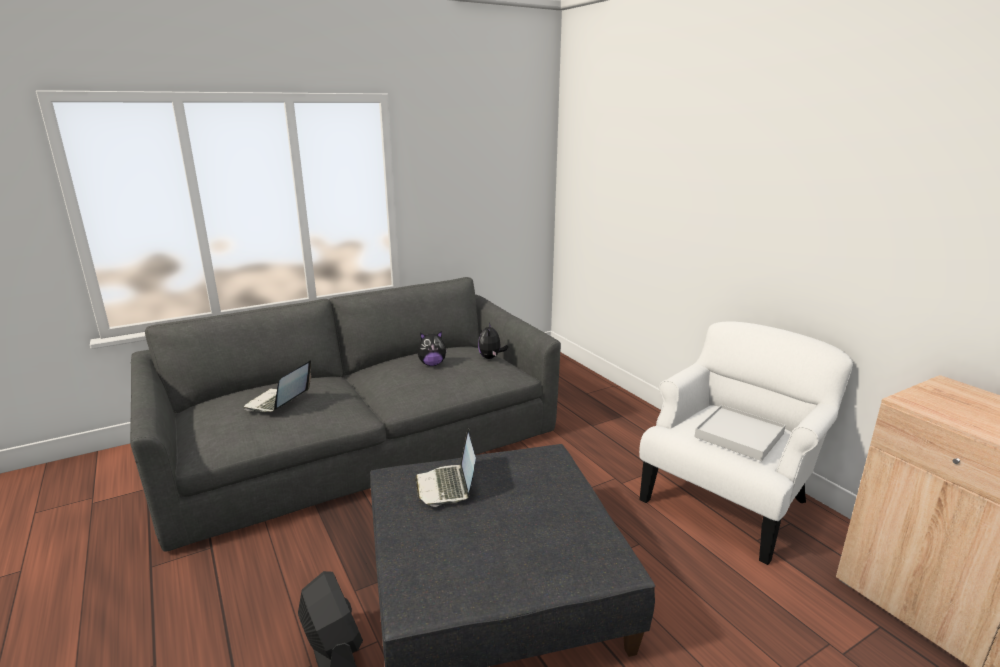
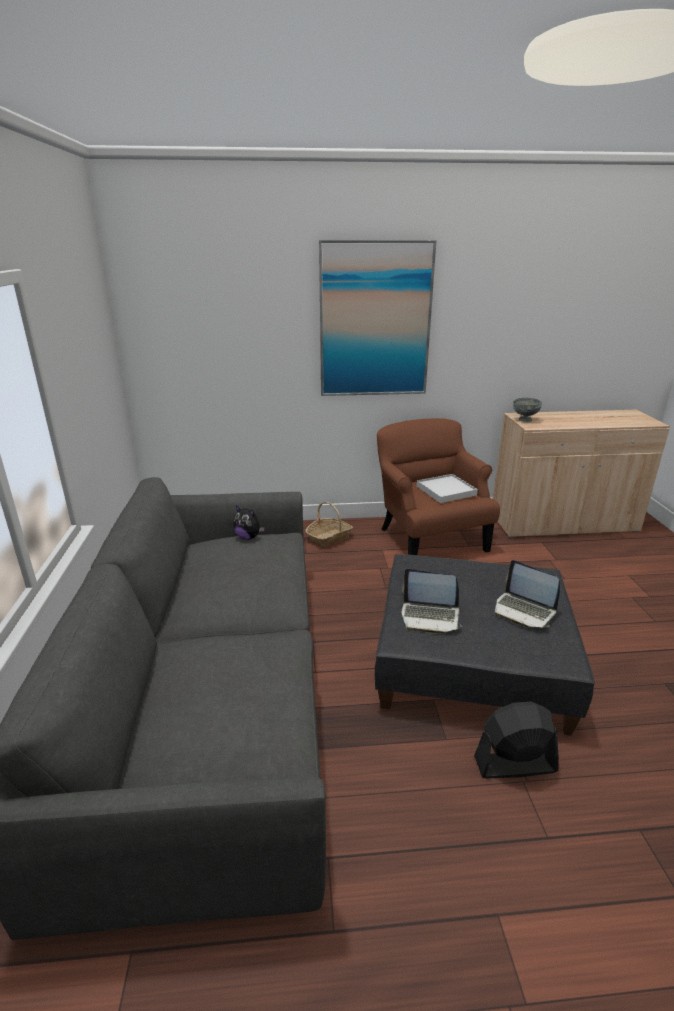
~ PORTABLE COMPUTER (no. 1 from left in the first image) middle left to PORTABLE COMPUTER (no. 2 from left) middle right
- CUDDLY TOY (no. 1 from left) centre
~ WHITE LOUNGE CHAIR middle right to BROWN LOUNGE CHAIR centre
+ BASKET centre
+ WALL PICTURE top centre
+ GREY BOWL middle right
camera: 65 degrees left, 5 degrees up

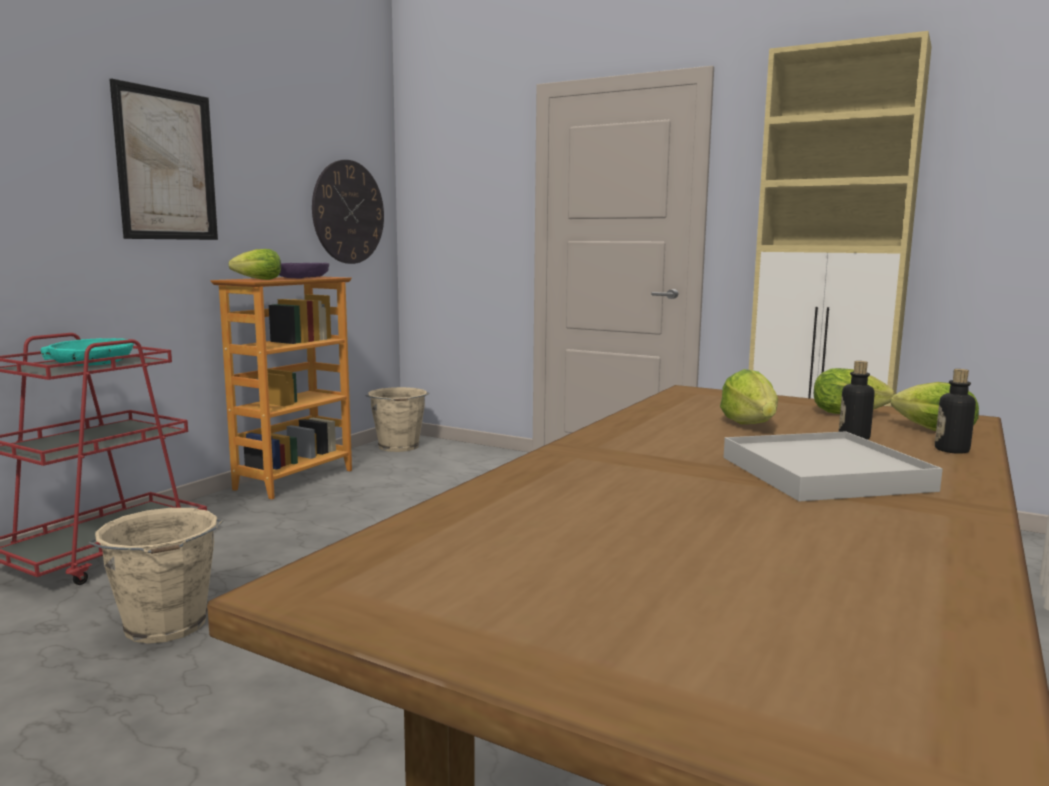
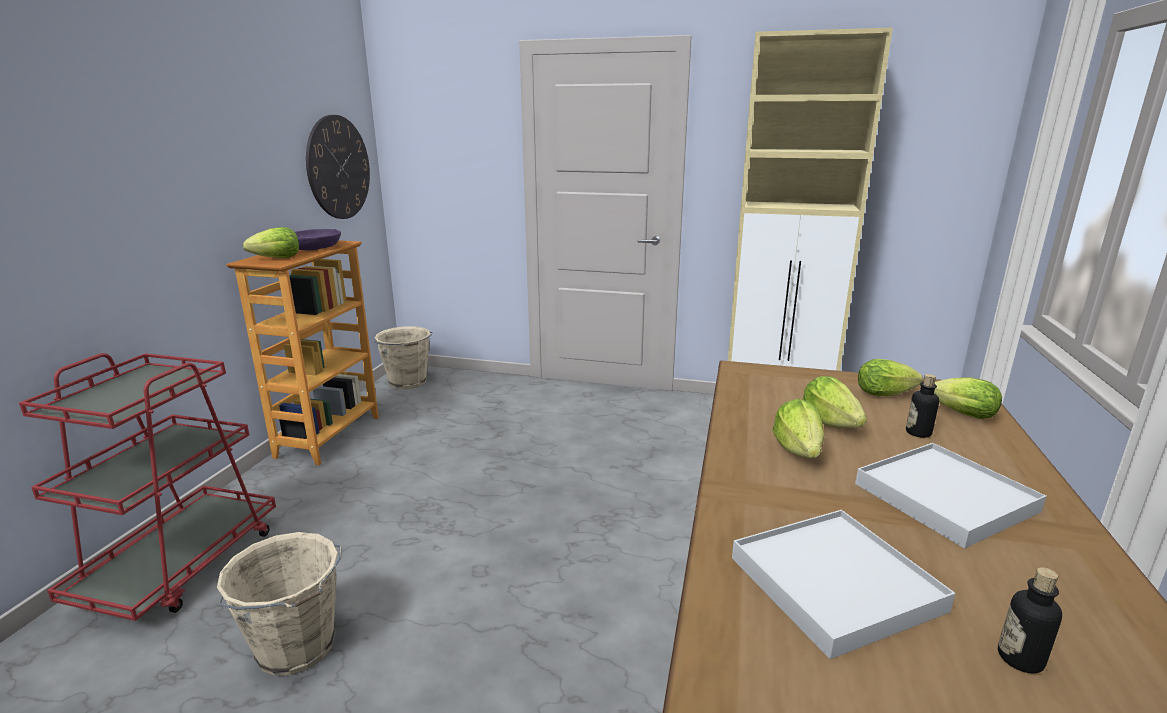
- TURQUOISE-COLOURED BOWL middle left
- WALL PICTURE top left
~ BOTTLE (no. 2 from left) middle right to bottom right
+ WHITE TRAY (no. 1 from left) bottom right
+ LETTUCE (no. 2 from left) middle right
camera: 15 degrees left, 10 degrees up

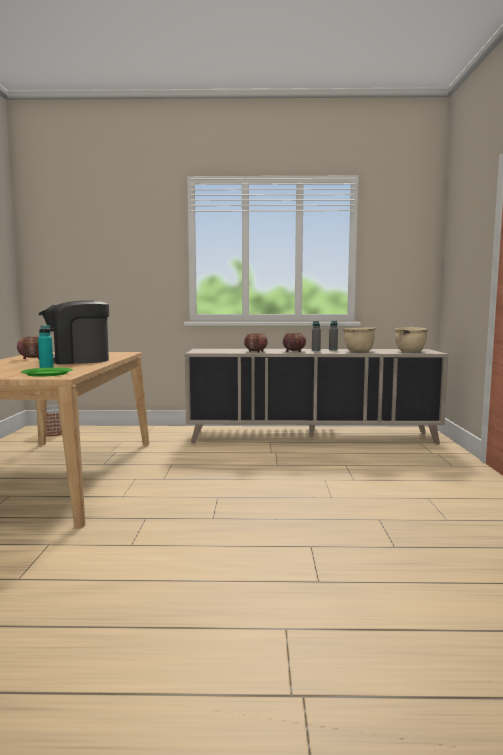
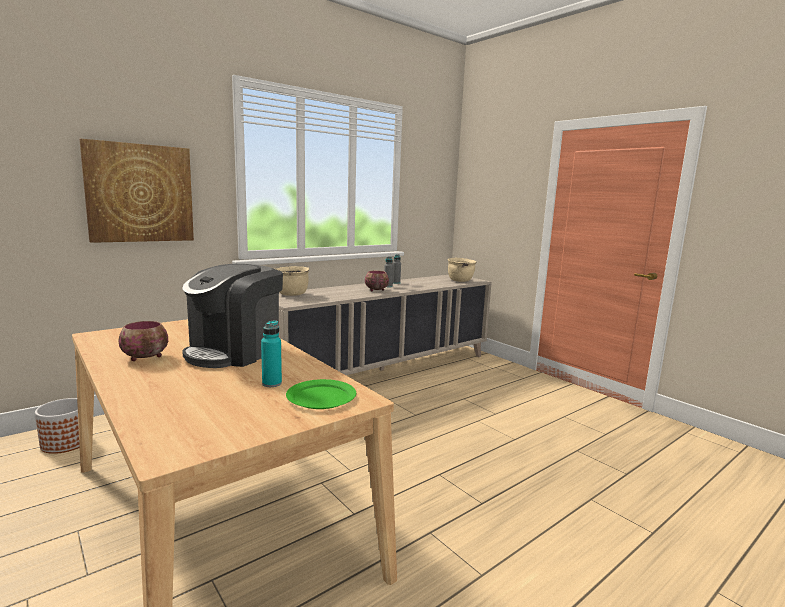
- BOWL (no. 2 from left) centre
~ BEIGE-COLOURED COOKING POT (no. 1 from left) middle right to centre
+ WALL PICTURE top left
camera: 40 degrees left, 5 degrees up

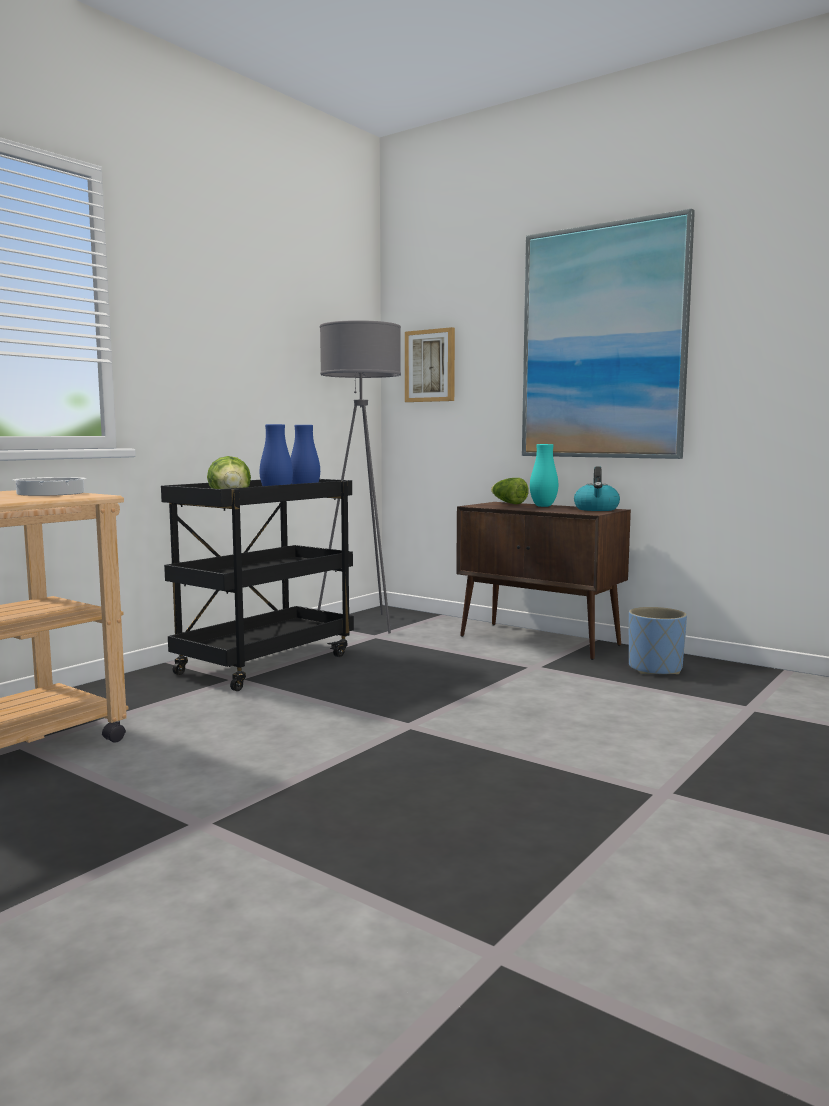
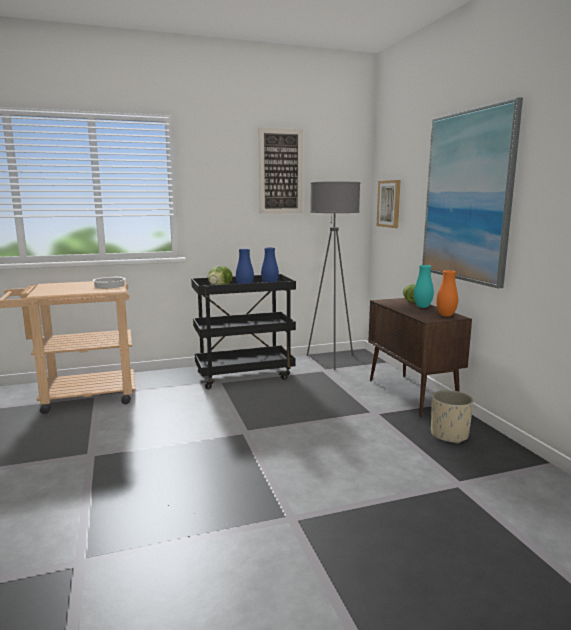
~ TEA KETTLE middle right to ORANGE DECORATIVE VASE middle right
~ BLUE FLOWER POT middle right to BEIGE-COLOURED FLOWER POT middle right
+ WALL PICTURE (no. 1 from left) top centre
camera: 35 degrees right, 5 degrees up

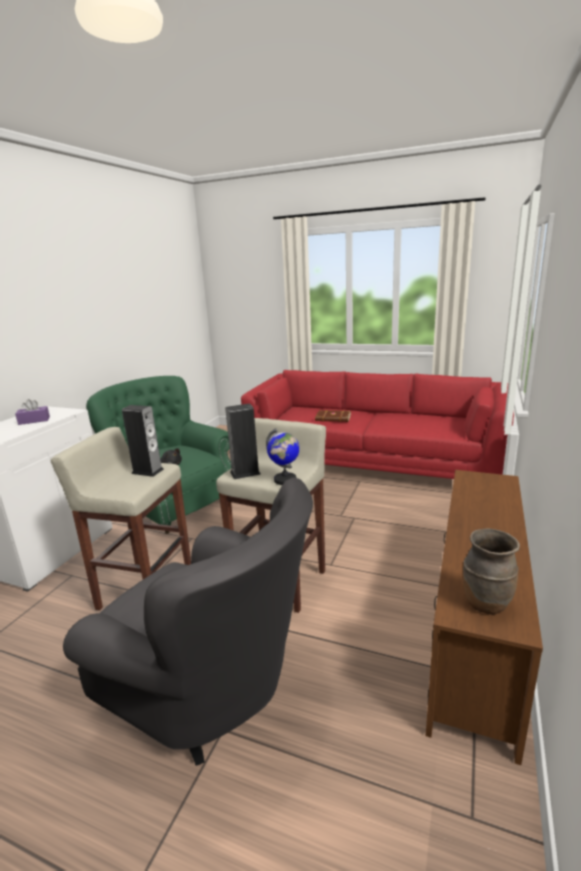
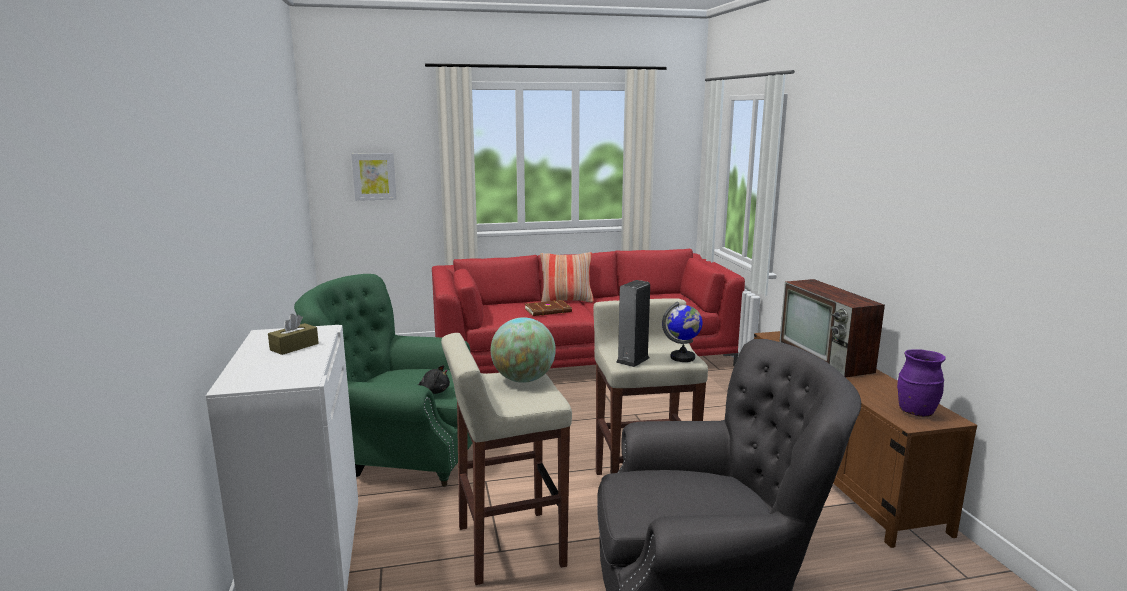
~ PURPLE TISSUE HOLDER middle left to BROWN TISSUE HOLDER middle left
~ LOUDSPEAKER (no. 1 from left) middle left to WORLD GLOBE (no. 1 from left) centre
~ BROWN DECORATIVE VASE middle right to PURPLE DECORATIVE VASE middle right
+ WALL PICTURE top left
+ PILLOW centre
+ TV SET middle right
camera: 35 degrees left, 5 degrees down

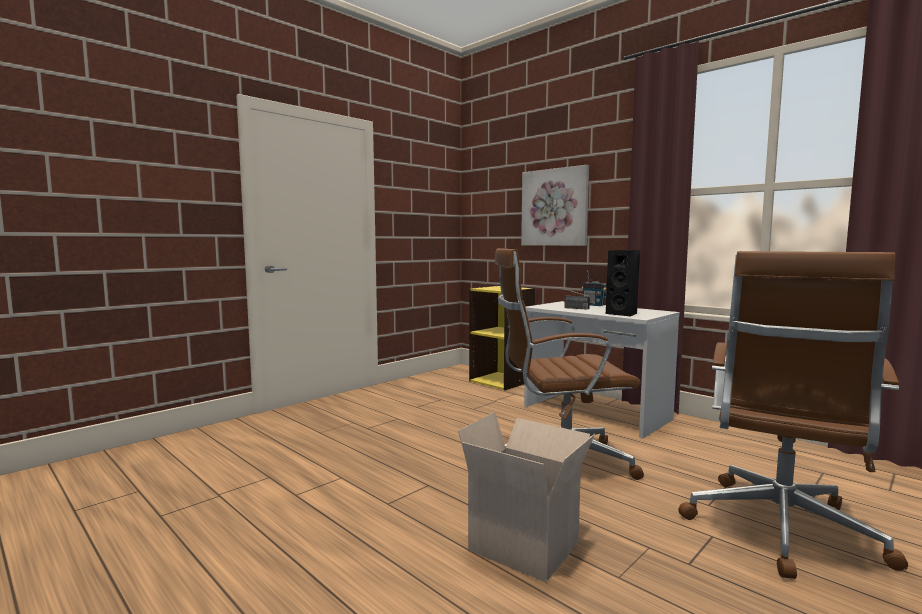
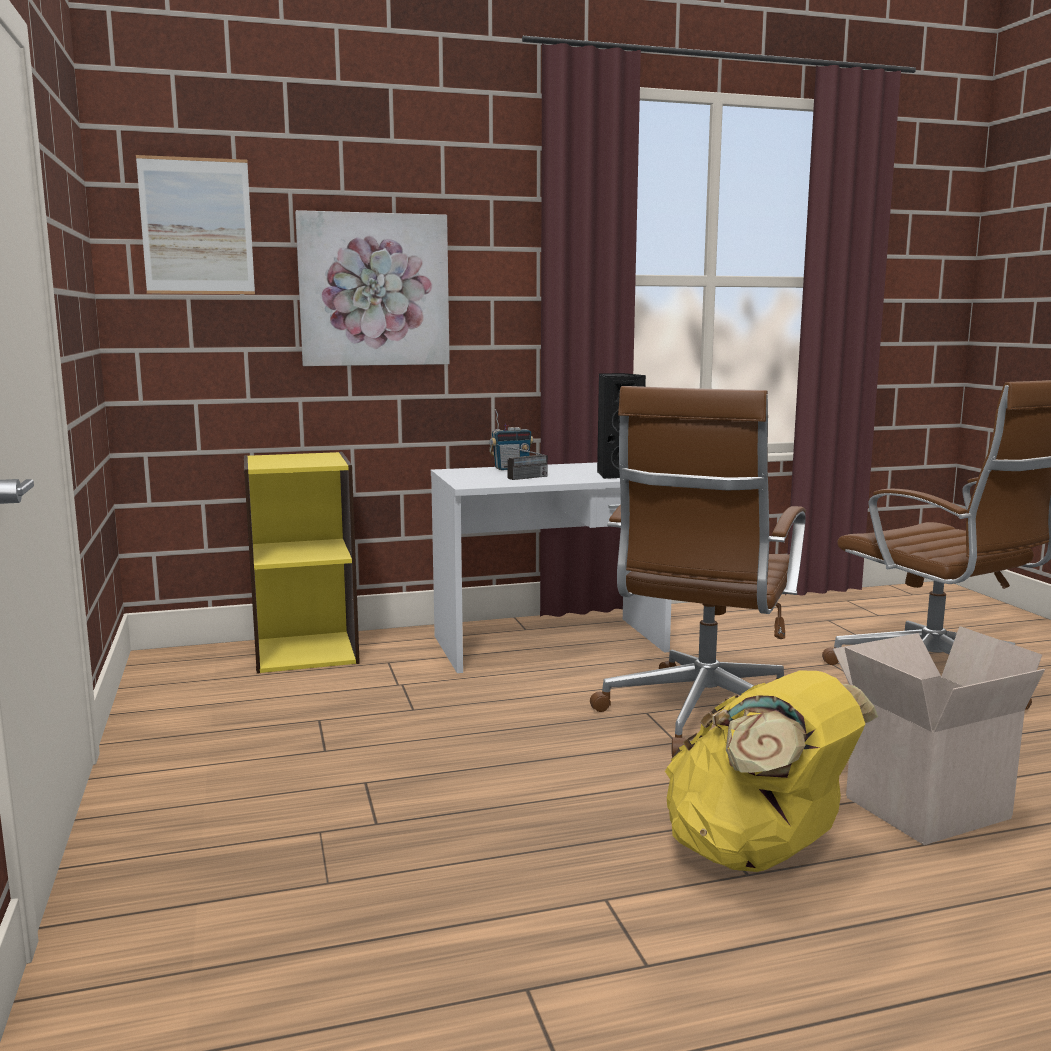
+ WALL PICTURE (no. 1 from left) top left
+ YELLOW RUCKSACK bottom right
camera: 60 degrees left, 5 degrees up

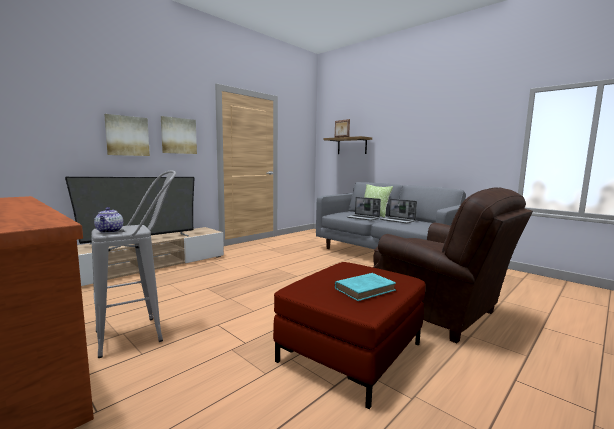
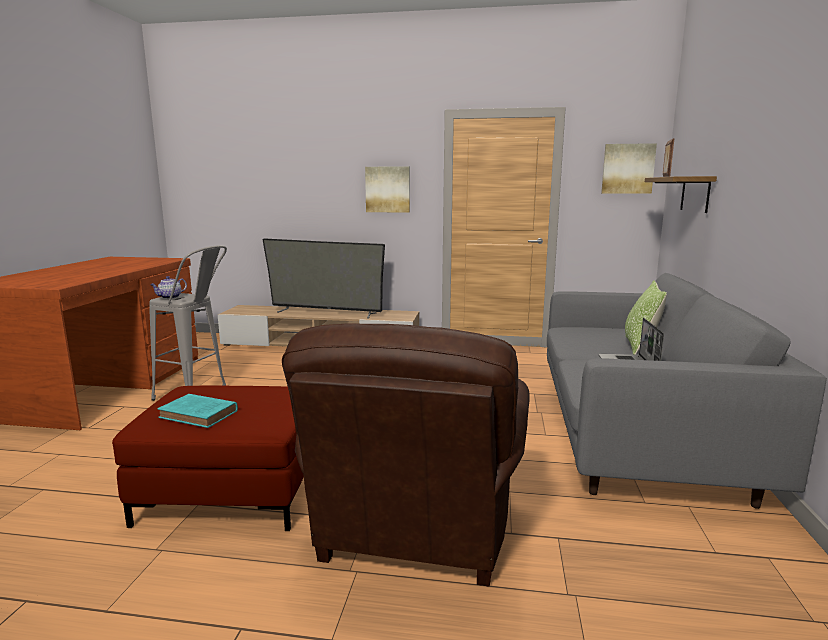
~ WALL PICTURE (no. 1 from left in the first image) top left to WALL PICTURE (no. 2 from left) top right
- PORTABLE COMPUTER (no. 1 from left) centre
camera: 55 degrees right, 5 degrees up

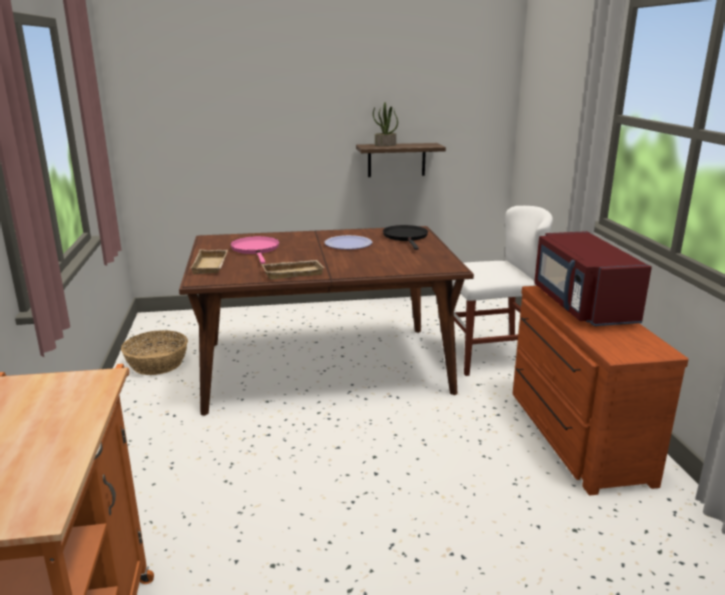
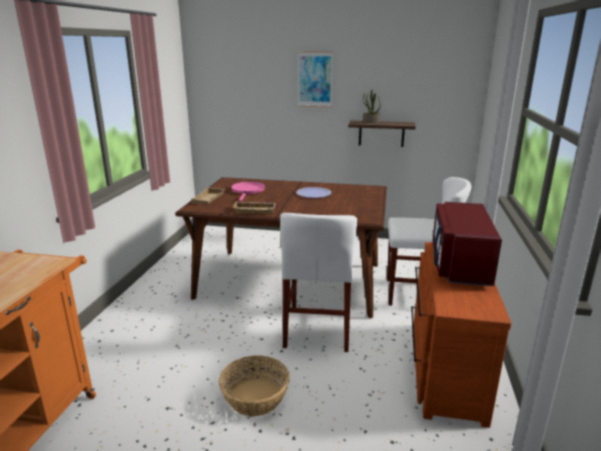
~ BASKET middle left to bottom centre
- BLACK SKILLET centre
+ WHITE PLAIN CHAIR (no. 1 from left) centre
+ WALL PICTURE top centre
camera: 20 degrees right, 0 degrees up

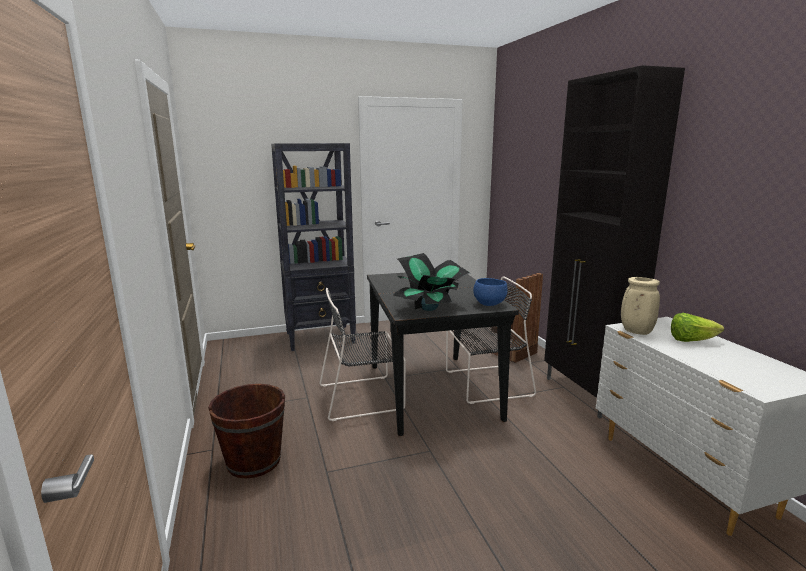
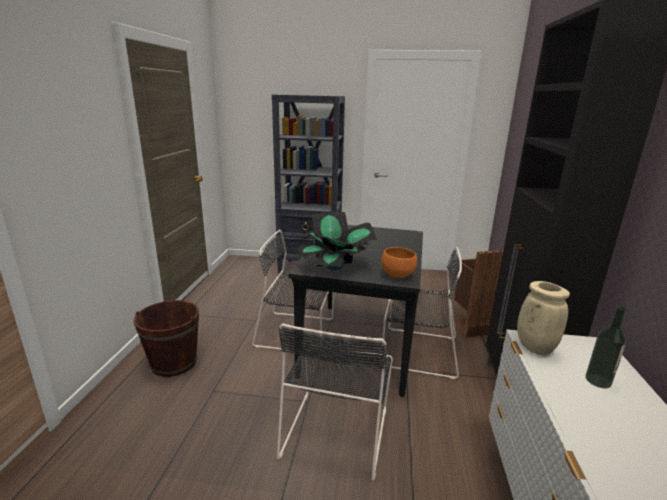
~ BLUE BOWL centre to ORANGE BOWL centre
~ LETTUCE middle right to BOTTLE bottom right
+ BLACK PLAIN CHAIR (no. 2 from left) bottom centre
camera: 25 degrees right, 5 degrees up

